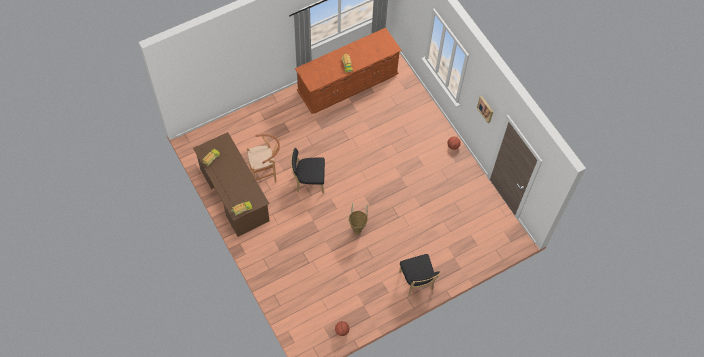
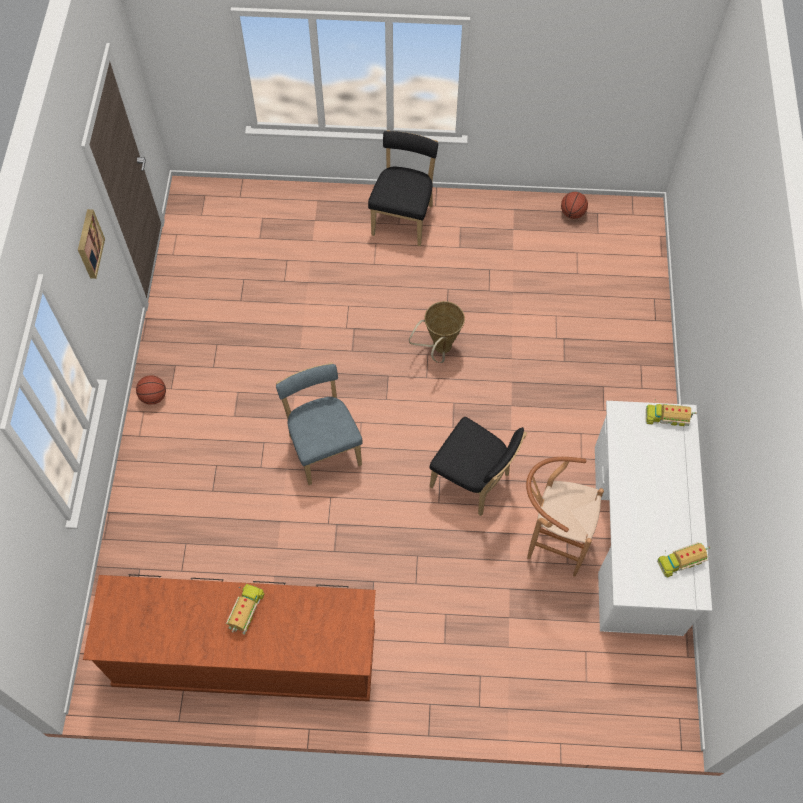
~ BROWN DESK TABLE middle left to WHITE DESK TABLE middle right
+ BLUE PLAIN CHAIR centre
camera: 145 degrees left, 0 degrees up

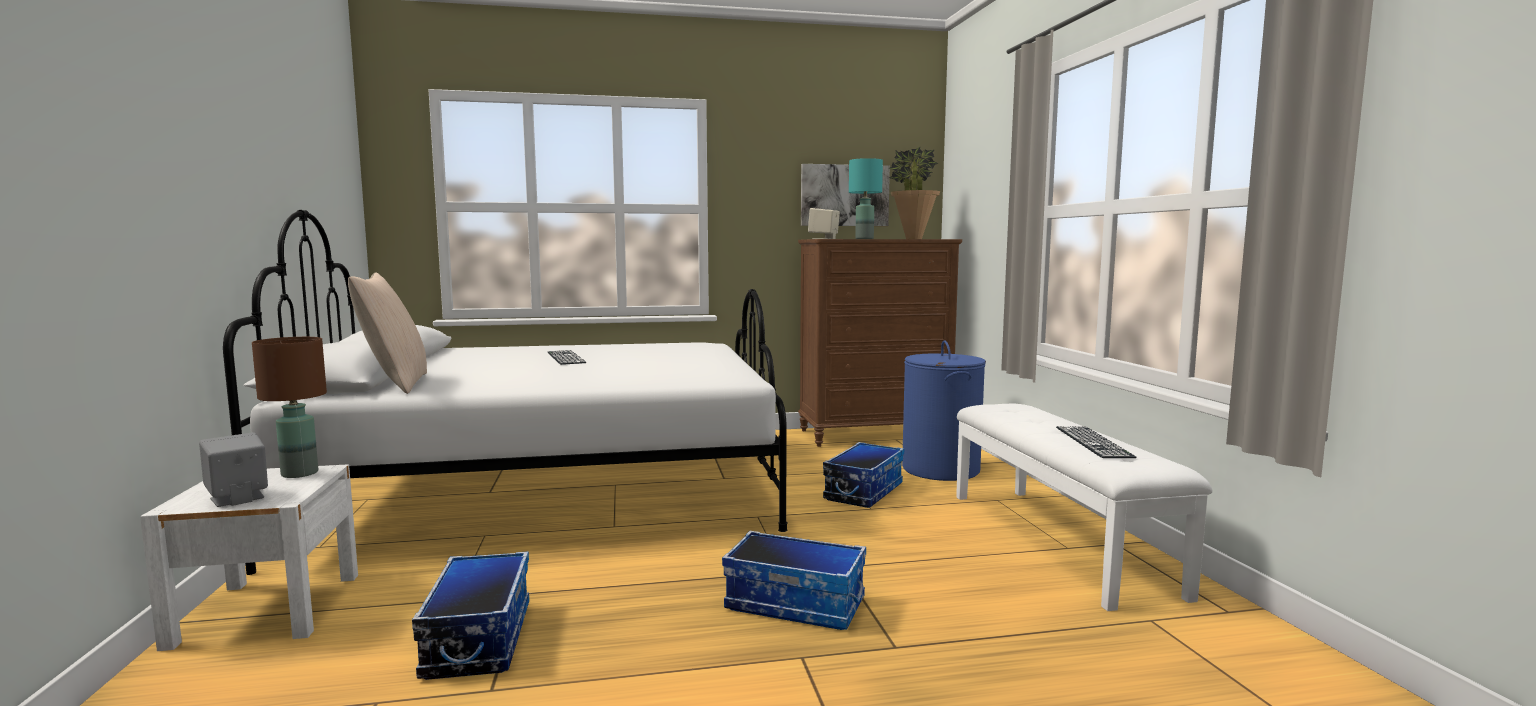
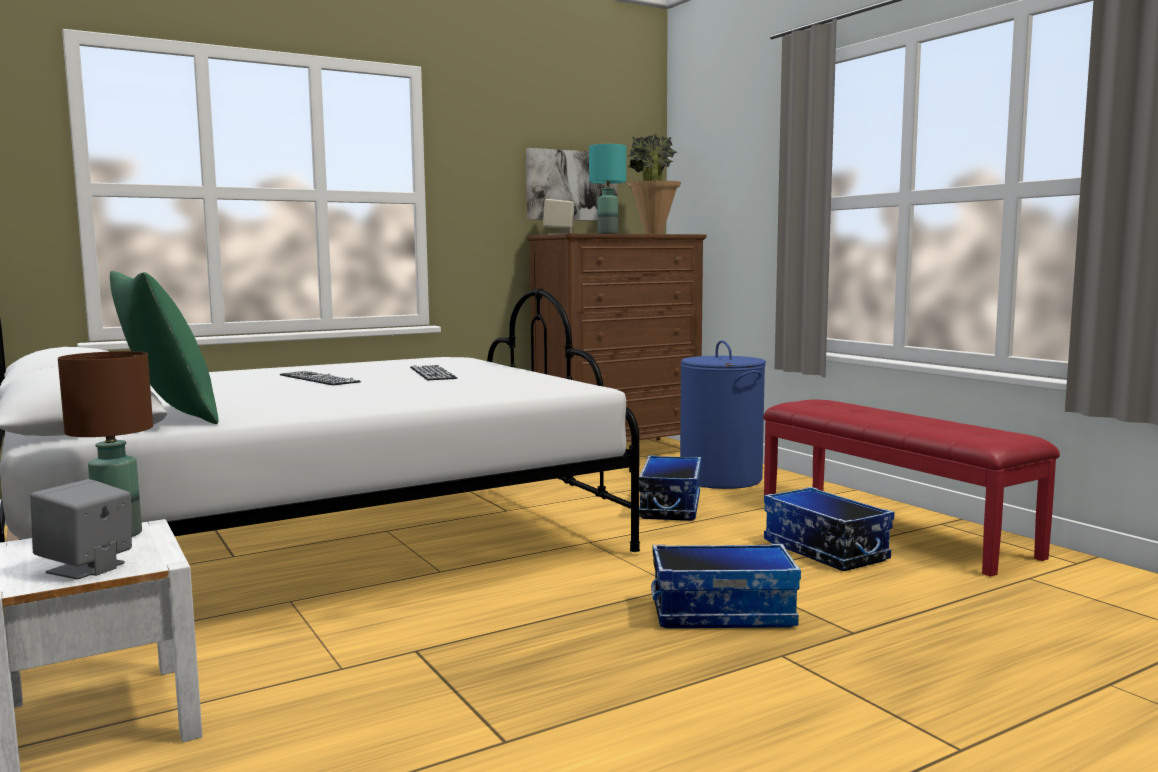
~ BEIGE-COLOURED PILLOW middle left to GREENISH PILLOW middle left
~ STORAGE BIN (no. 1 from left in the first image) bottom left to STORAGE BIN (no. 3 from left) bottom right
~ WHITE BENCH bottom right to RED-COLOURED BENCH middle right
~ COMPUTER KEYBOARD (no. 2 from left) middle right to centre
camera: 20 degrees left, 0 degrees up

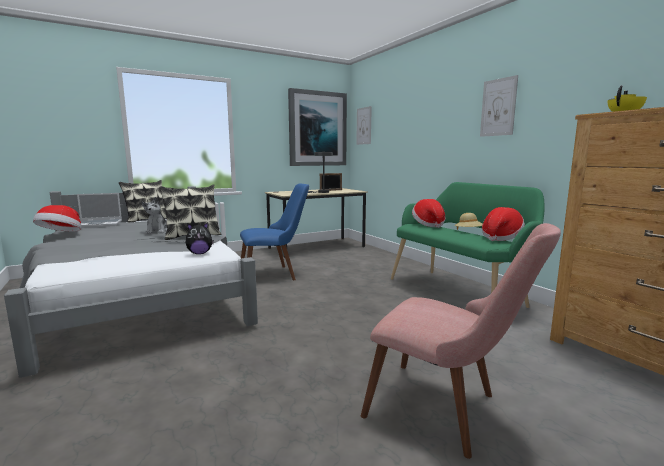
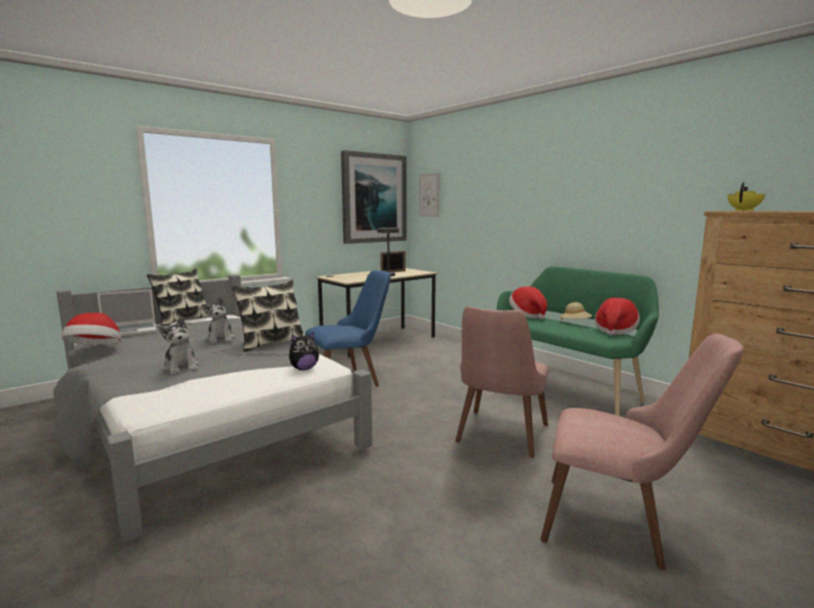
- WALL PICTURE (no. 3 from left) top right
+ CUDDLY TOY (no. 1 from left) middle left
+ PINK-COLOURED PLAIN CHAIR (no. 1 from left) centre
camera: 10 degrees left, 0 degrees up

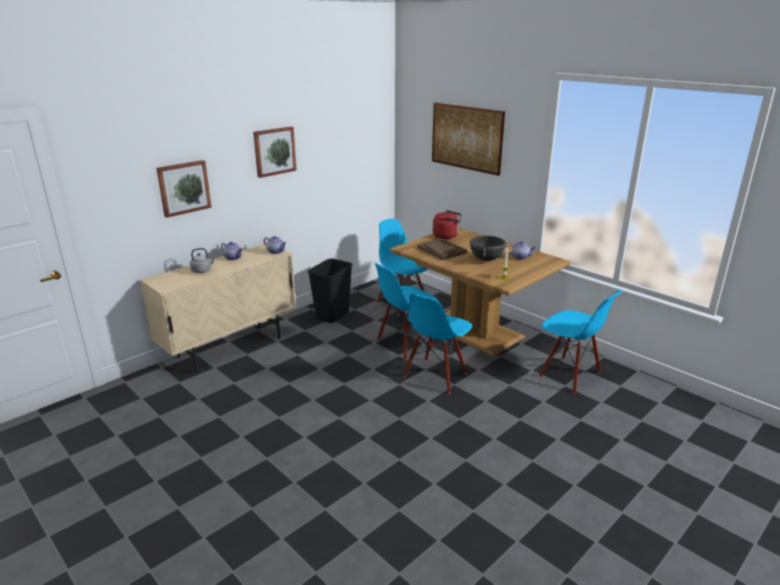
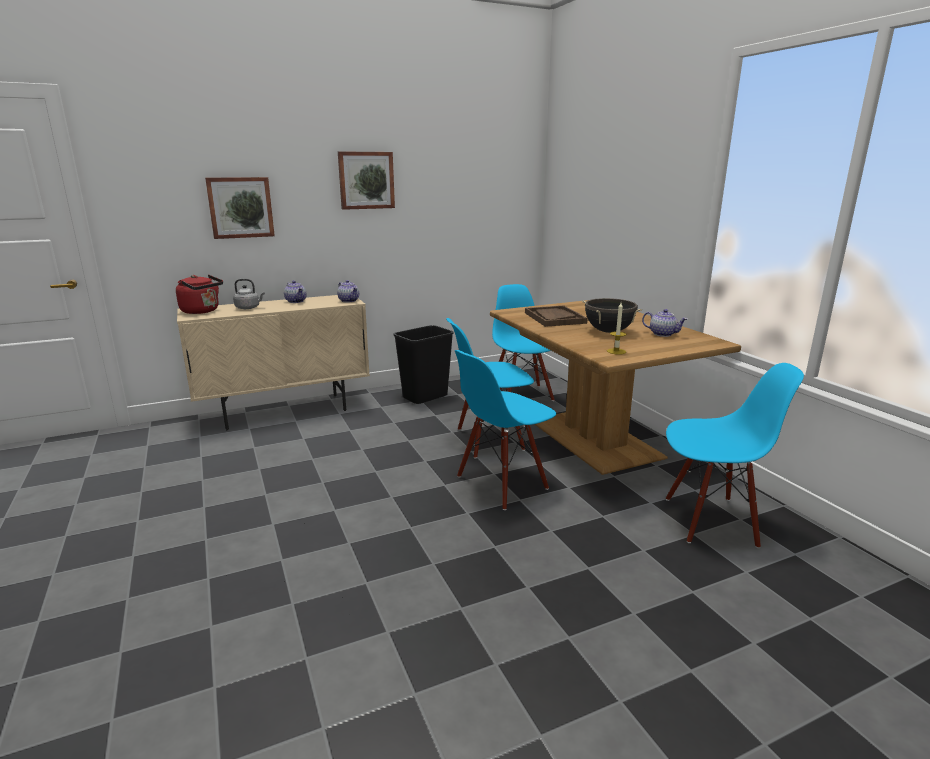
- WALL PICTURE (no. 3 from left) top centre
~ RED-COLOURED TEA KETTLE centre to middle left
~ BLUE PLAIN CHAIR (no. 4 from left) middle right = middle right 60 degrees counterclockwise
camera: 20 degrees right, 5 degrees down

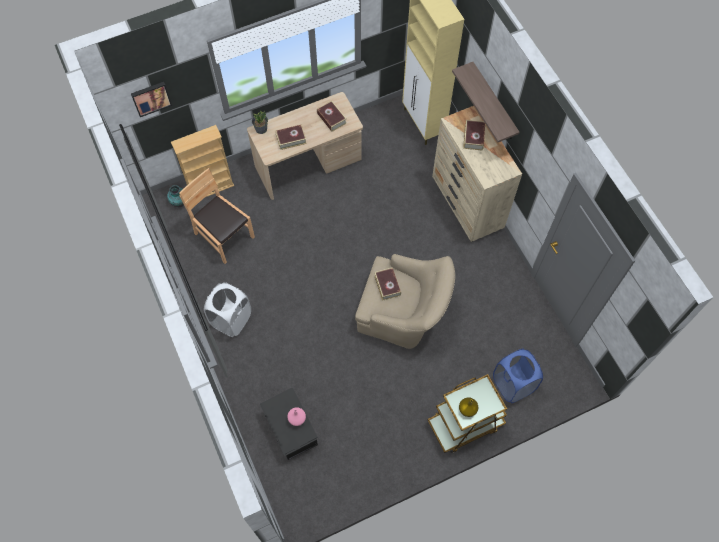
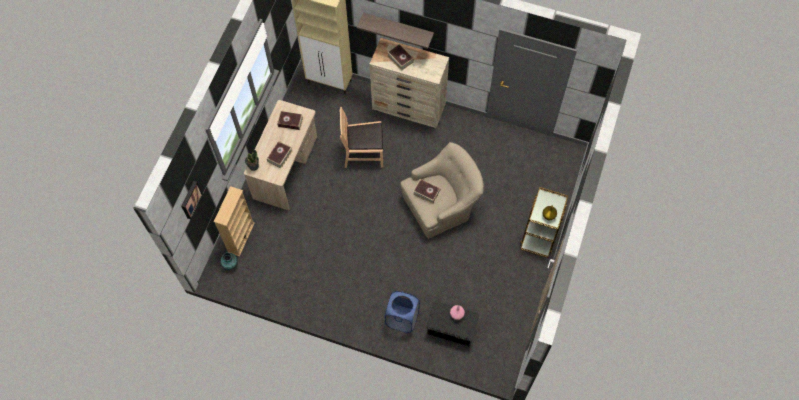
~ BROWN PLAIN CHAIR middle left to centre
- WHITE LAUNDRY BASKET middle left
~ BLUE LAUNDRY BASKET bottom right to bottom centre
camera: 45 degrees left, 0 degrees up

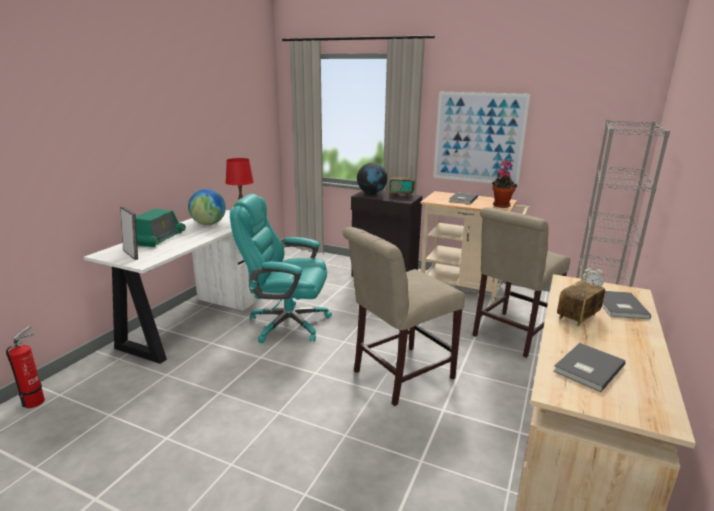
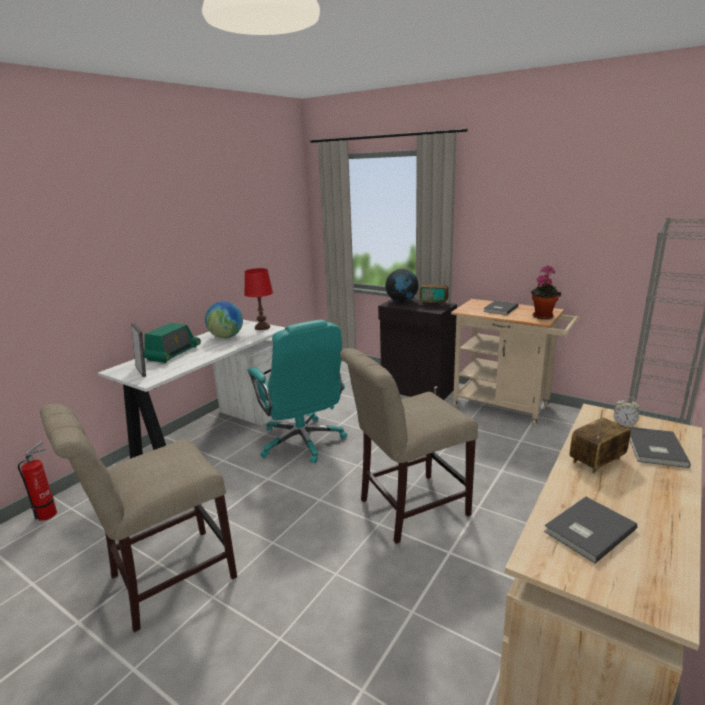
~ TURQUOISE-COLOURED OFFICE CHAIR centre = centre 135 degrees counterclockwise
- WALL PICTURE top right
~ BEIGE-COLOURED PLAIN CHAIR (no. 2 from left in the first image) middle right to BEIGE-COLOURED PLAIN CHAIR (no. 1 from left) bottom left
camera: 10 degrees right, 0 degrees up

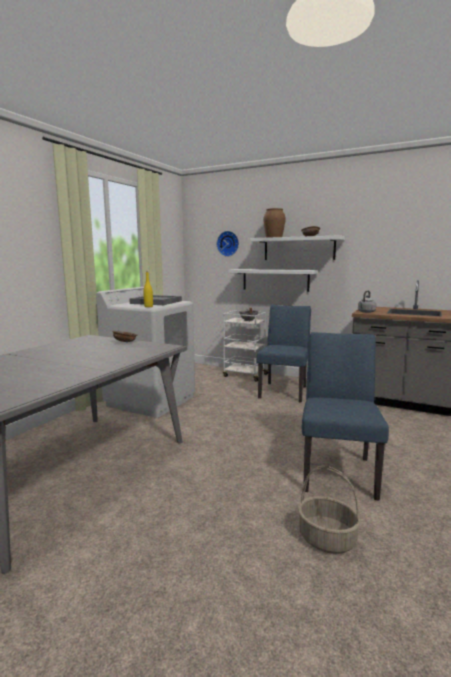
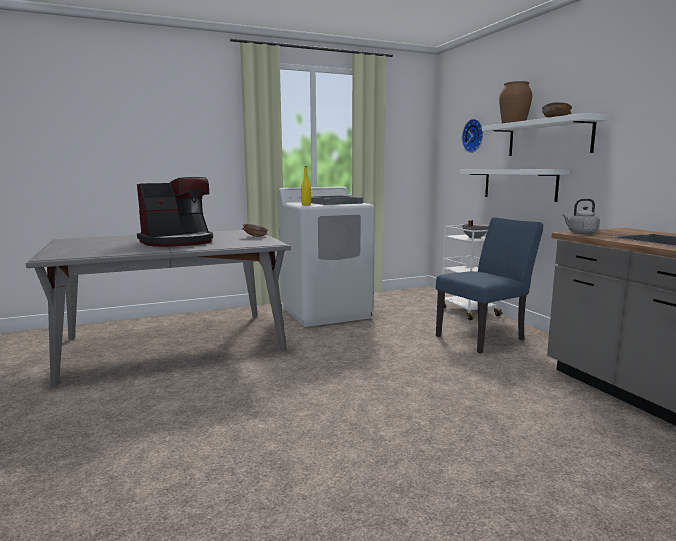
- BASKET bottom right
- BLUE PLAIN CHAIR (no. 2 from left) middle right
+ COFFEE MAKER middle left
camera: 40 degrees right, 0 degrees up

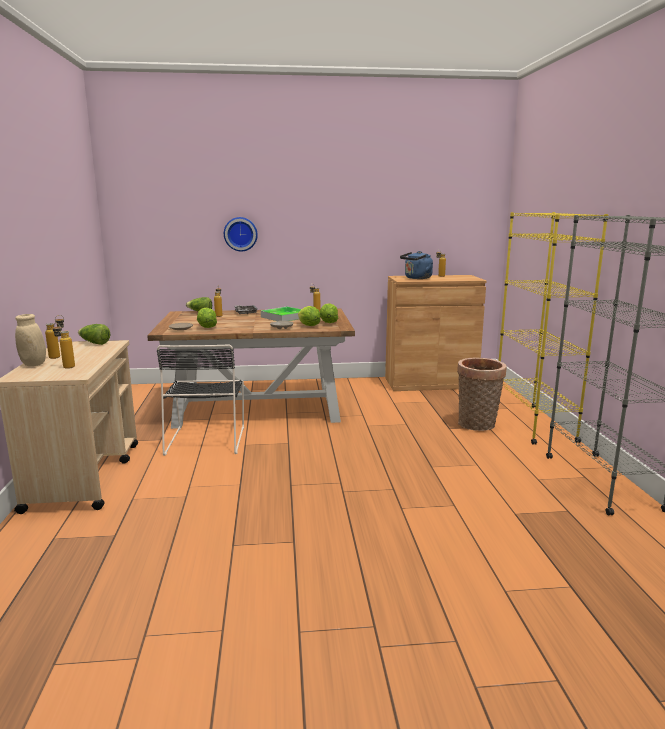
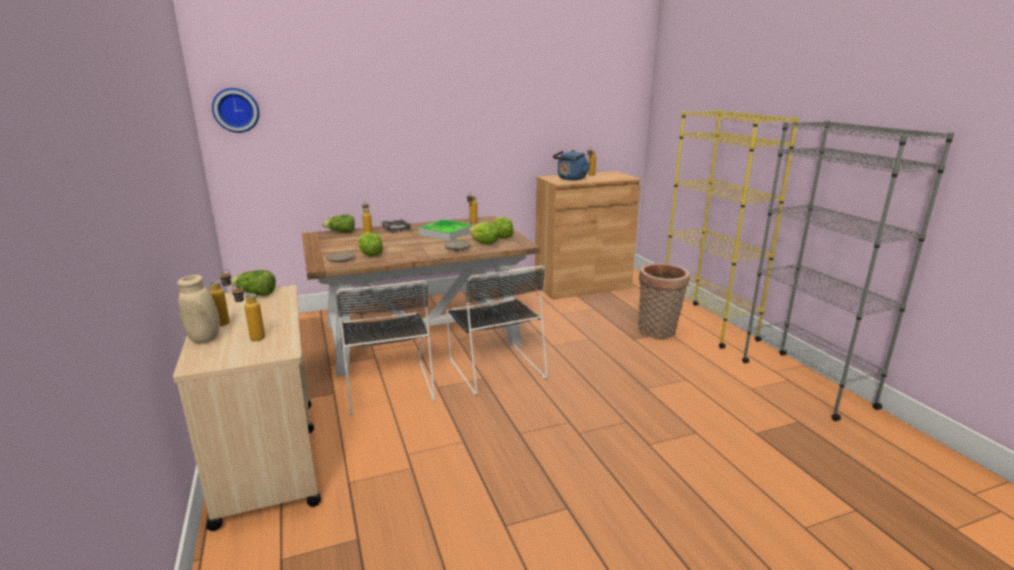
~ WALL CLOCK top centre to top left
+ BLACK PLAIN CHAIR (no. 2 from left) centre
camera: 15 degrees left, 5 degrees up

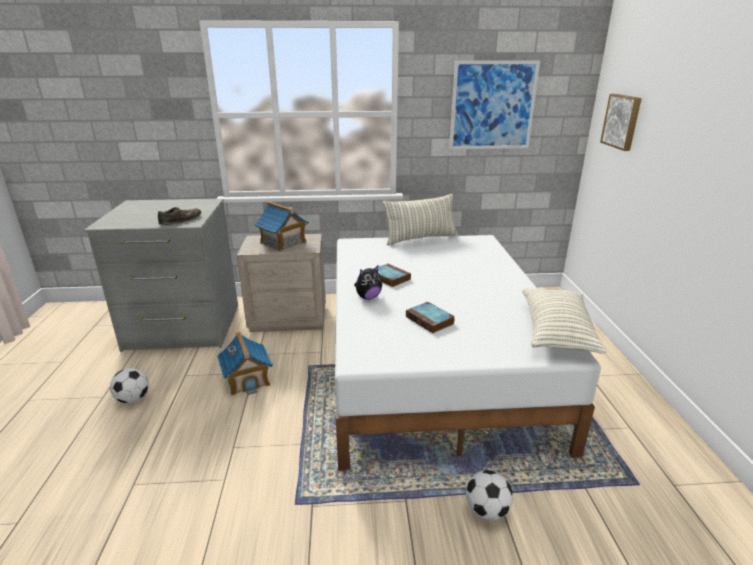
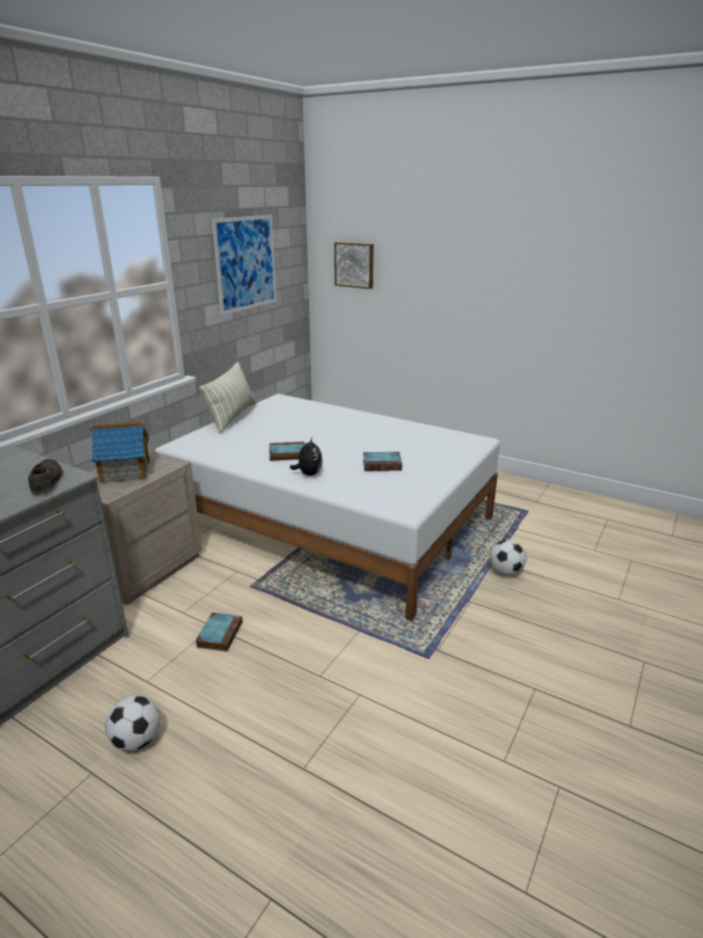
~ MINIATURE HOUSE (no. 1 from left) middle left to BOOK (no. 1 from left) bottom left
- PILLOW (no. 2 from left) middle right
camera: 55 degrees left, 0 degrees up

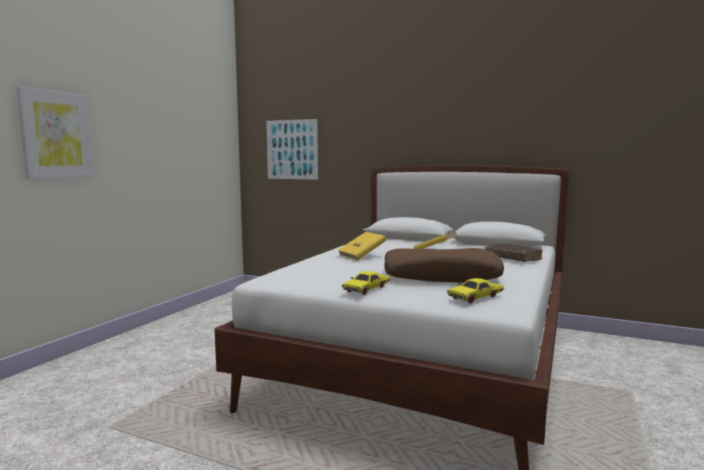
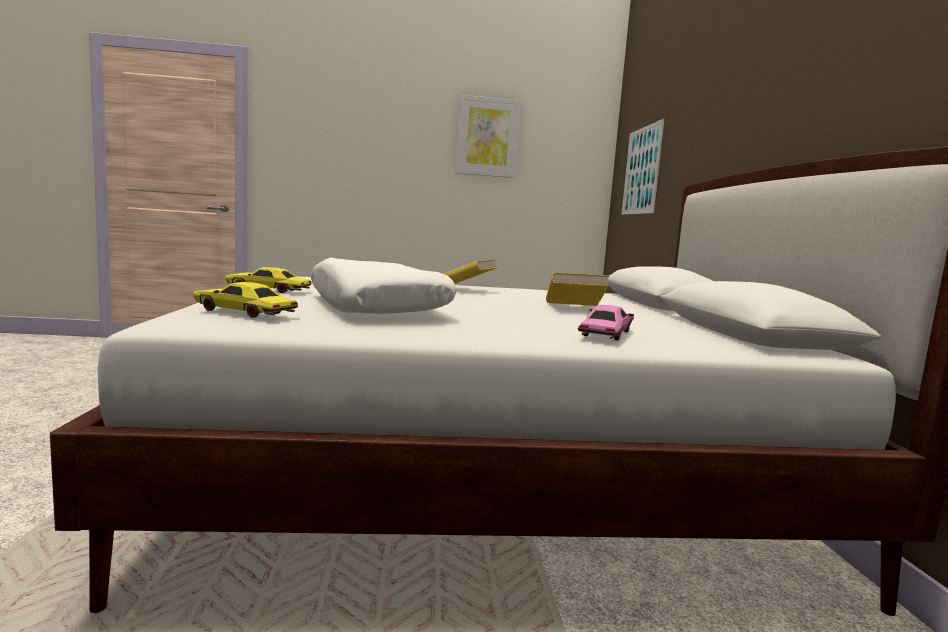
~ WALL PICTURE (no. 1 from left) top left to top centre
~ BROWN PILLOW centre to WHITE PILLOW centre
~ BROWN BOOK middle right to PINK-COLOURED MINIATURE CAR centre
camera: 60 degrees right, 0 degrees up

